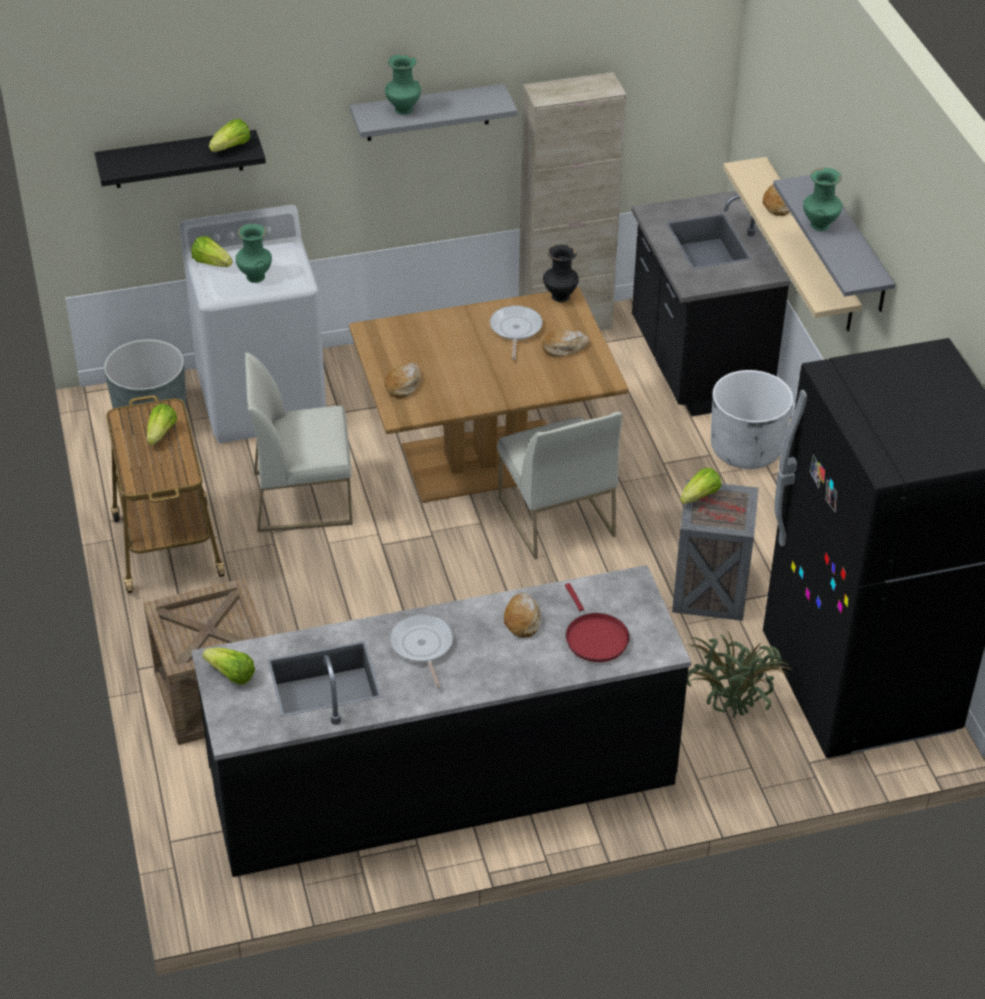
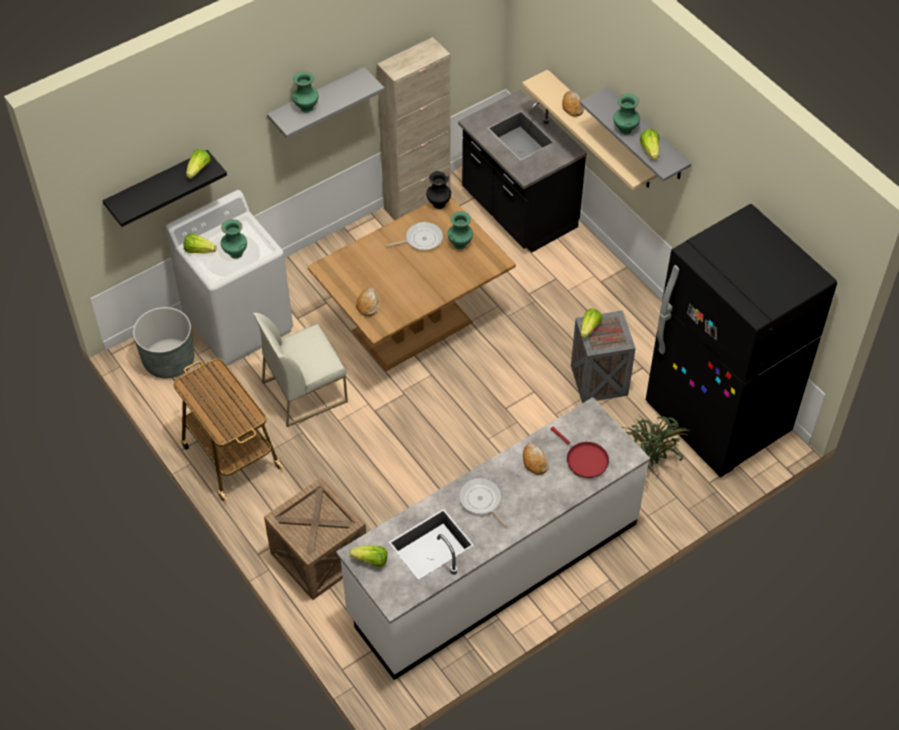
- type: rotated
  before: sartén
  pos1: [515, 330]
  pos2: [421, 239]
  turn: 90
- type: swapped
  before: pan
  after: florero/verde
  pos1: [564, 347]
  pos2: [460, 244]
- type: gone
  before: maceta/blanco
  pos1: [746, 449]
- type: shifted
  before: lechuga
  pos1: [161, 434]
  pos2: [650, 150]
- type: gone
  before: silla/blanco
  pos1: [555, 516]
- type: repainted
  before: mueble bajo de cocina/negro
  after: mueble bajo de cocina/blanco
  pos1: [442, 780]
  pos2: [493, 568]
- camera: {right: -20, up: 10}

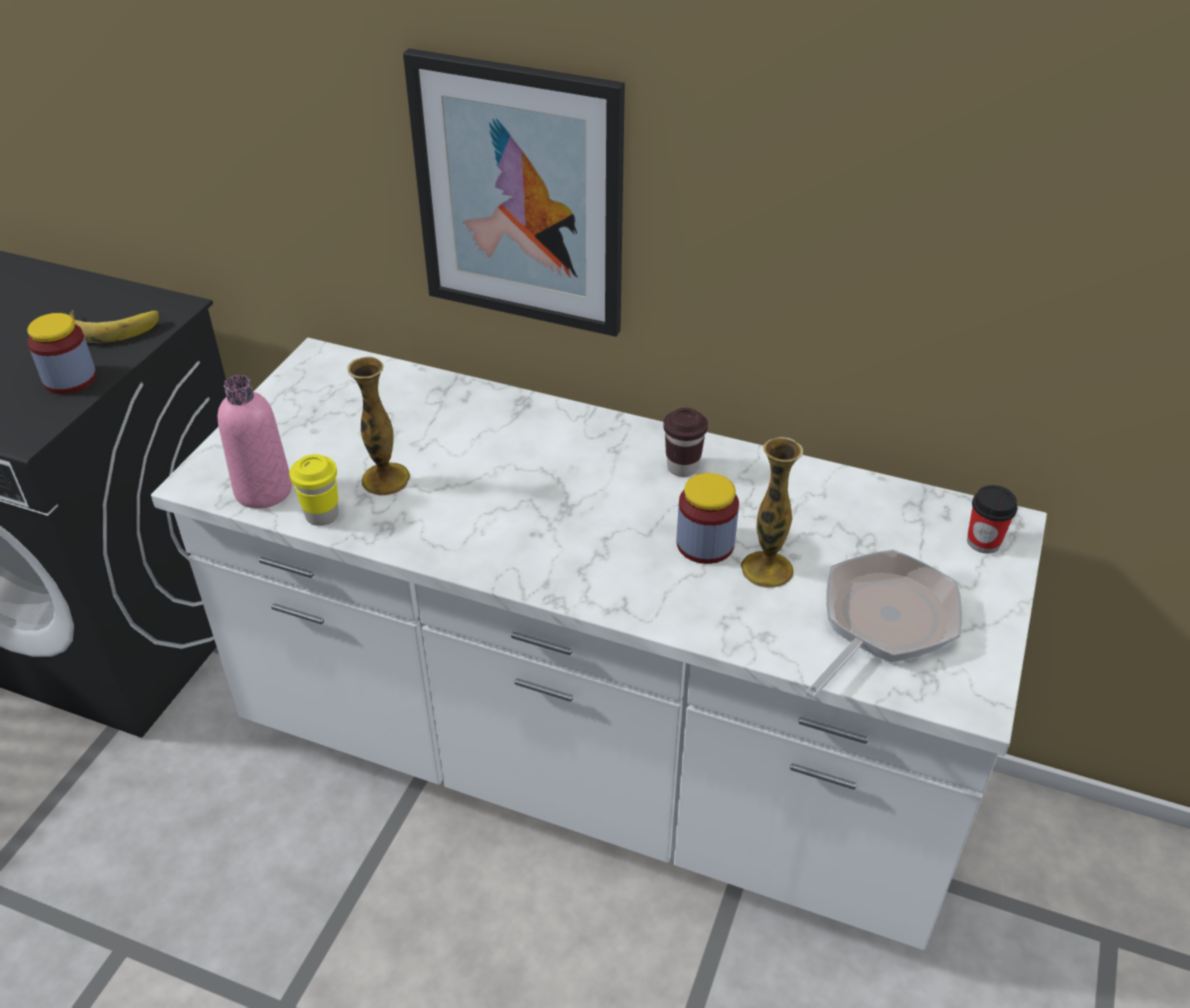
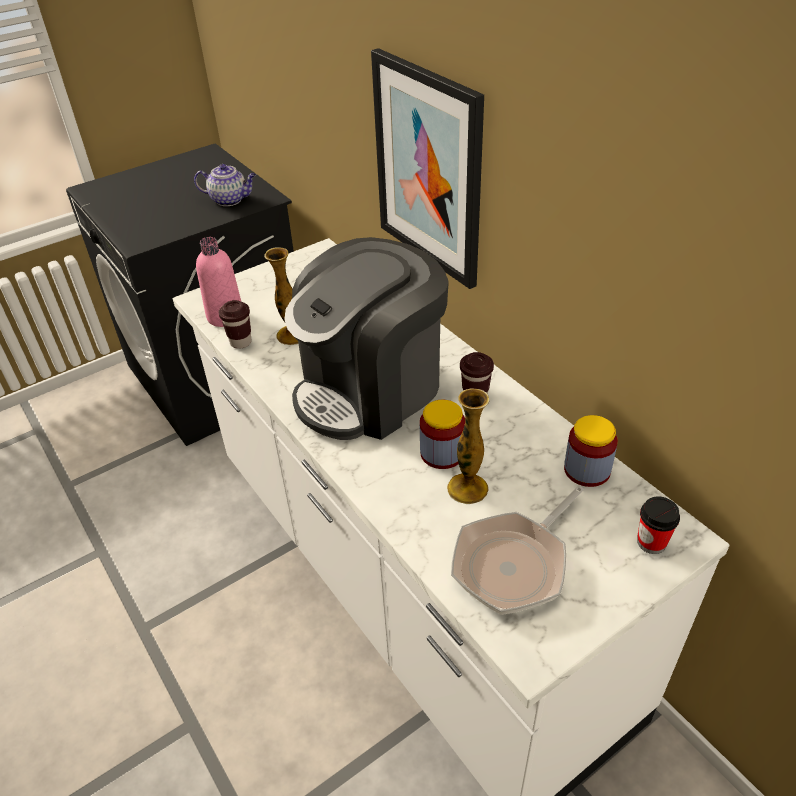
- type: swapped
  before: plátano
  after: tetera
  pos1: [113, 326]
  pos2: [230, 200]
- type: shifted
  before: tarro
  pos1: [70, 379]
  pos2: [587, 470]
- type: repainted
  before: taza/amarillo
  after: taza/marrón
  pos1: [322, 515]
  pos2: [240, 342]
- type: rotated
  before: sartén
  pos1: [882, 623]
  pos2: [515, 563]
  turn: 150
- type: new
  after: cafetera
  pos2: [370, 390]
- camera: {right: 35, up: 0}

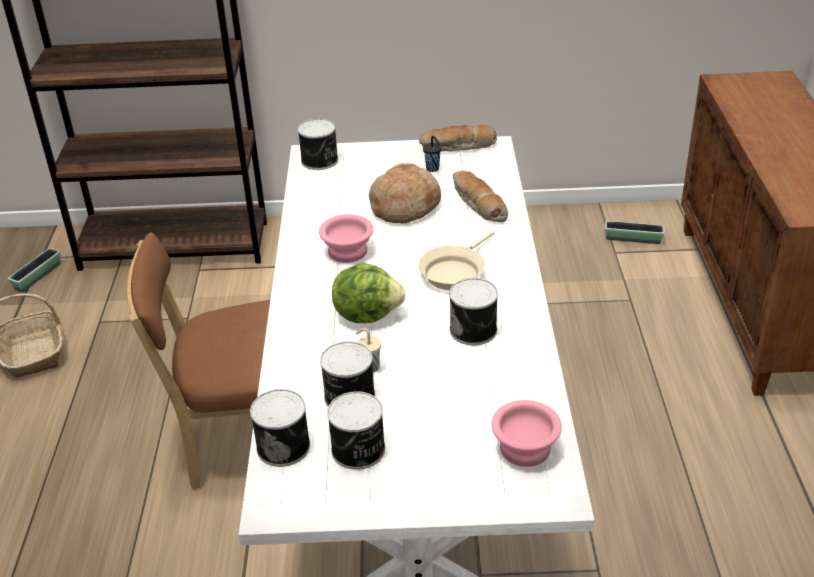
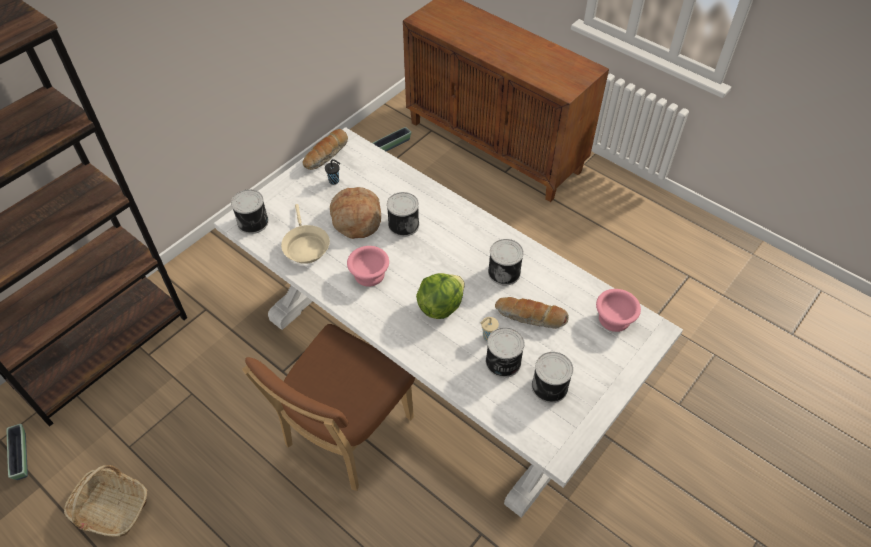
- type: shifted
  before: pan
  pos1: [477, 204]
  pos2: [530, 317]
- type: shifted
  before: sartén/beis
  pos1: [454, 272]
  pos2: [305, 246]
- type: shifted
  before: lata
  pos1: [284, 446]
  pos2: [403, 224]
- camera: {right: -50, up: 15}

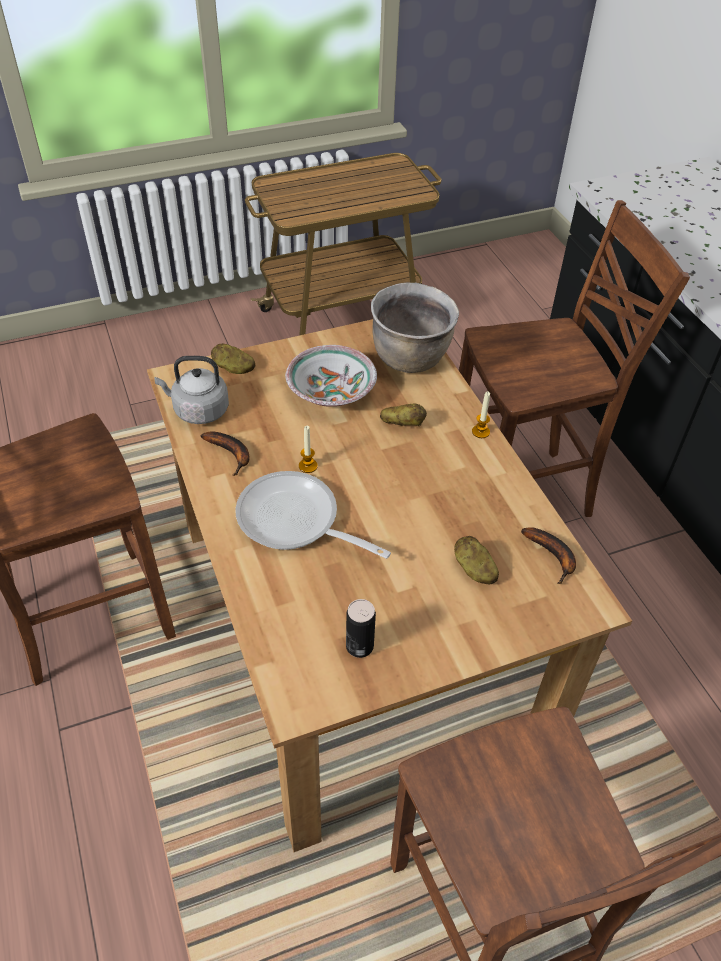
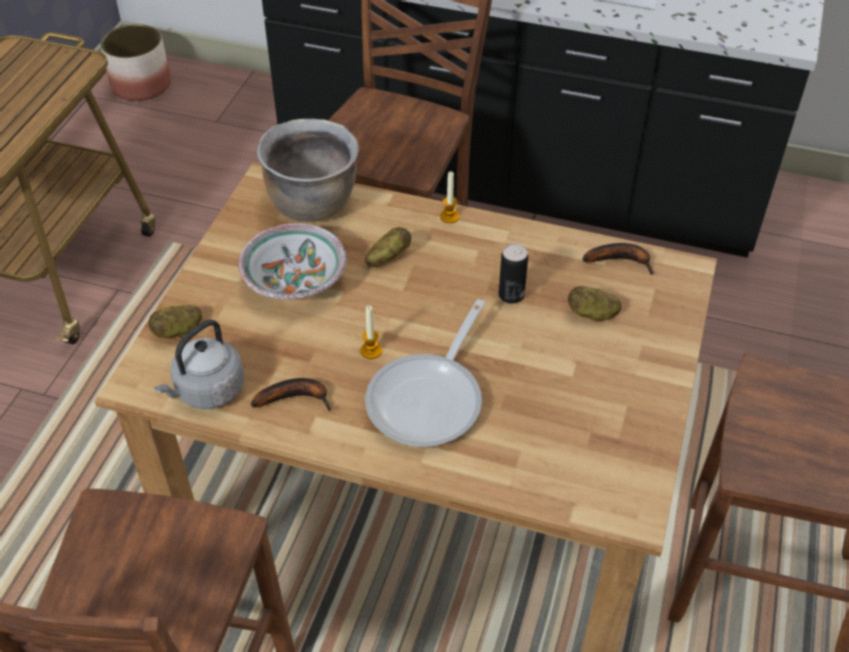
- type: rotated
  before: sartén
  pos1: [295, 522]
  pos2: [430, 398]
  turn: -45
- type: shifted
  before: lata
  pos1: [359, 646]
  pos2: [511, 295]
- type: new
  after: maceta
  pos2: [142, 86]
- camera: {right: -50, up: 0}

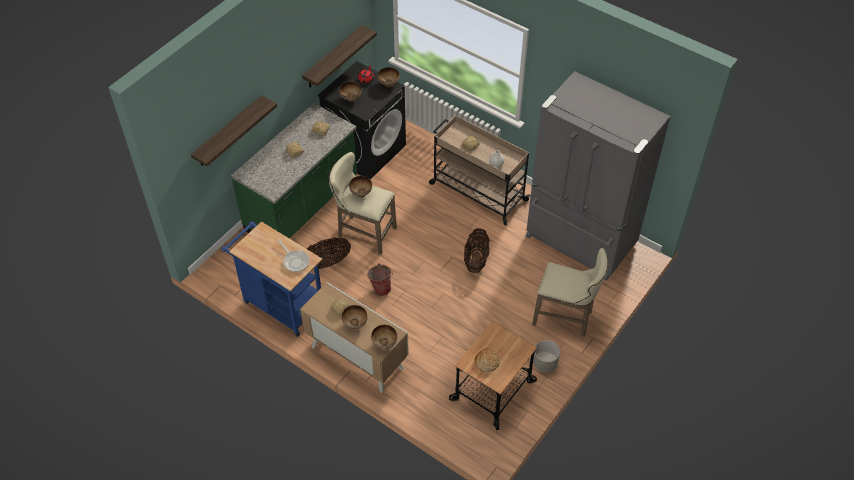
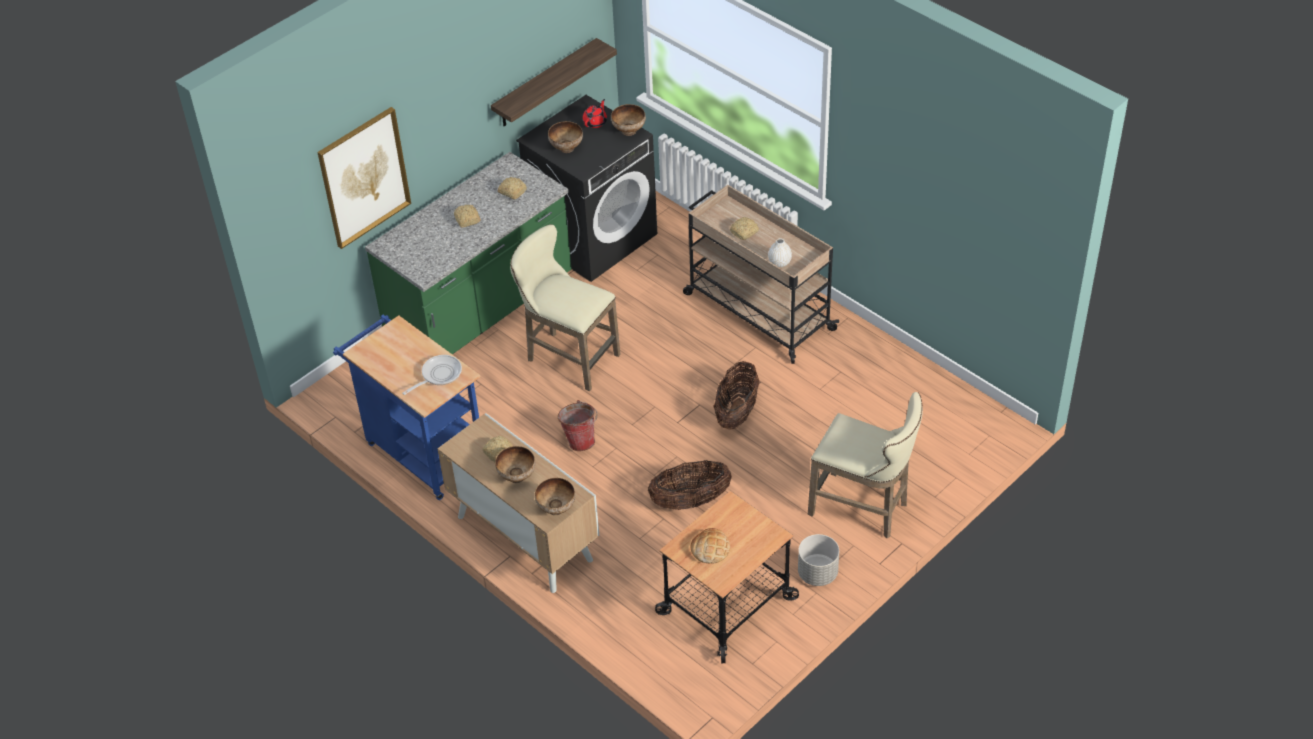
- type: gone
  before: nevera/gris
  pos1: [580, 241]
- type: swapped
  before: estante
  after: cuadro
  pos1: [228, 132]
  pos2: [364, 177]
- type: gone
  before: cuenco
  pos1: [361, 193]
- type: shifted
  before: cesta
  pos1: [327, 262]
  pos2: [690, 501]
- type: rotated
  before: sartén
  pos1: [295, 261]
  pos2: [438, 375]
  turn: -105
- camera: {right: 10, up: -5}

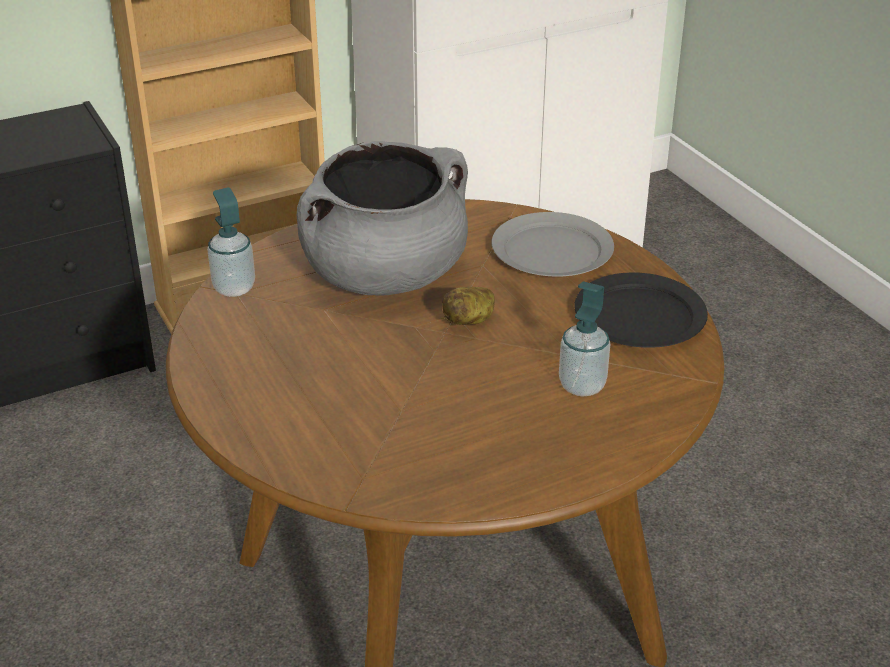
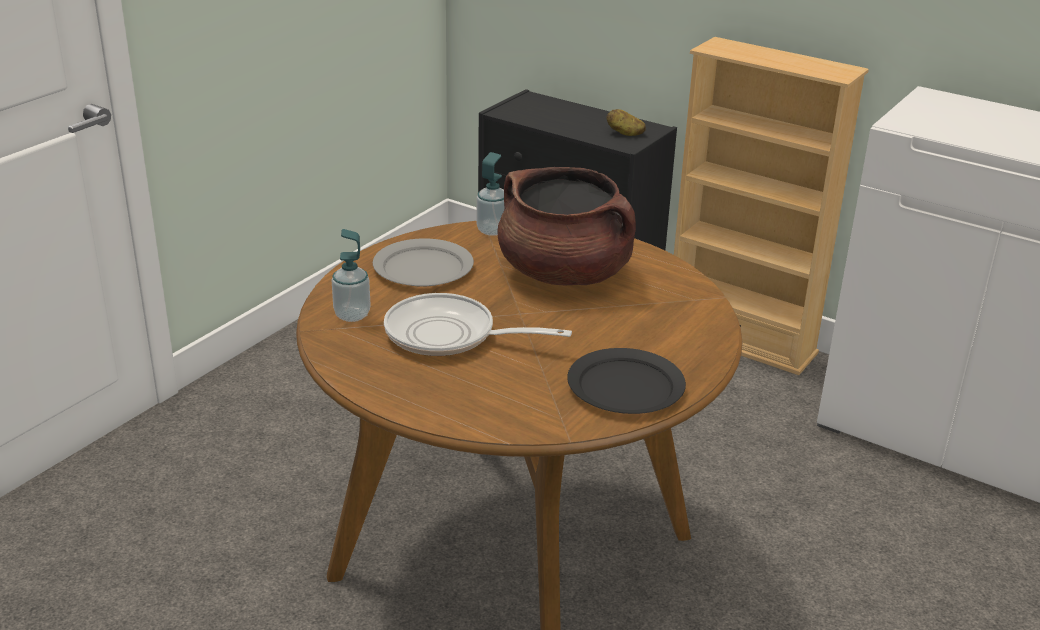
- type: repainted
  before: olla/gris
  after: olla/marrón
  pos1: [385, 275]
  pos2: [565, 274]
- type: shifted
  before: plato/gris
  pos1: [552, 251]
  pos2: [422, 268]
- type: shifted
  before: dispensador de jabón
  pos1: [582, 386]
  pos2: [352, 315]
- type: shifted
  before: patata
  pos1: [470, 320]
  pos2: [625, 133]
- type: new
  after: sartén
  pos2: [449, 336]
- camera: {right: 60, up: -5}

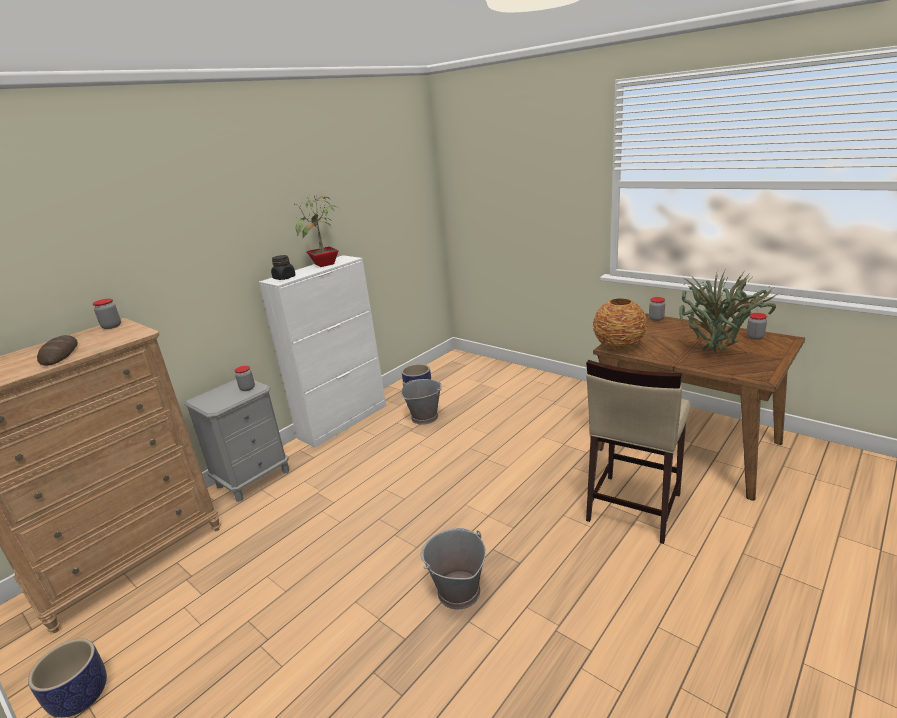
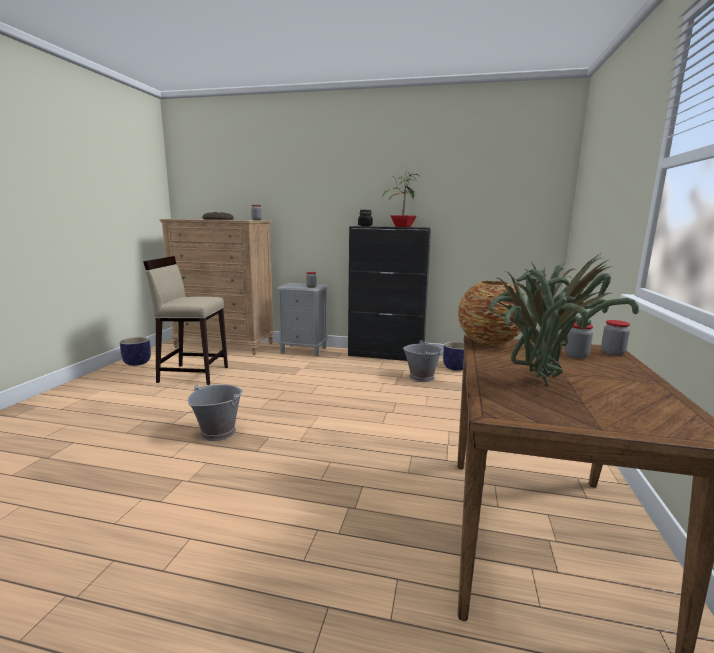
- type: repainted
  before: armario/blanco
  after: armario/negro
  pos1: [344, 421]
  pos2: [386, 355]
- type: shifted
  before: tarro
  pos1: [754, 337]
  pos2: [576, 355]
- type: shifted
  before: taburete/beis
  pos1: [632, 507]
  pos2: [193, 374]
- camera: {right: 60, up: -10}

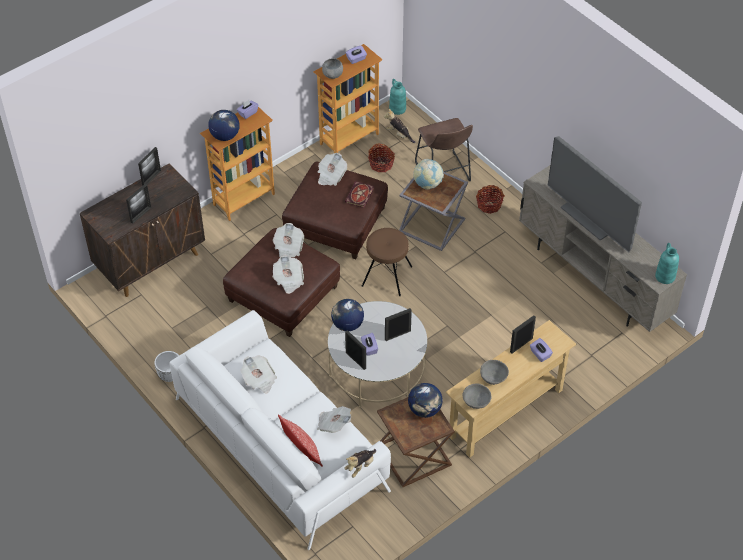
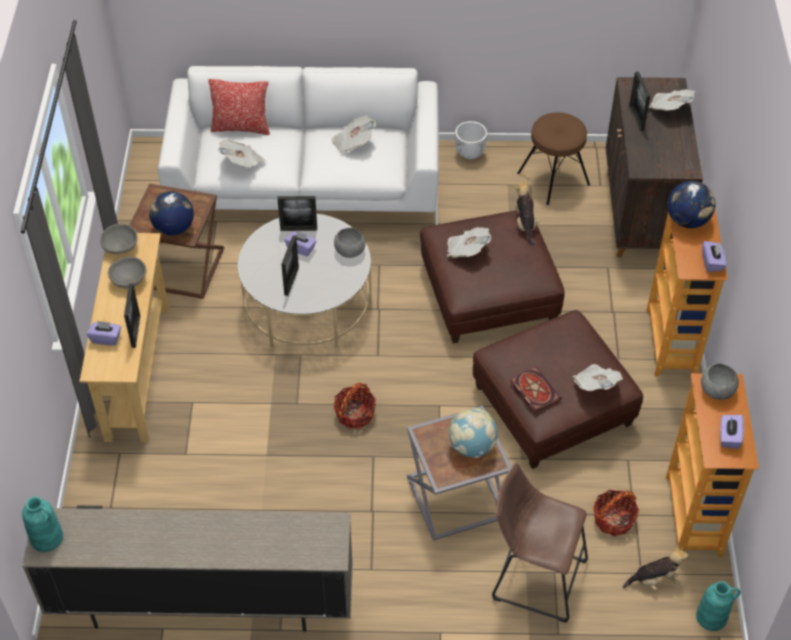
- type: gone
  before: televisor
  pos1: [590, 217]
- type: gone
  before: portarretratos
  pos1: [151, 178]
- type: shifted
  before: cesta
  pos1: [489, 205]
  pos2: [355, 414]
- type: shifted
  before: periódico
  pos1: [288, 248]
  pos2: [669, 108]
- type: shifted
  before: taburete/marrón
  pos1: [387, 276]
  pos2: [553, 179]
- type: swapped
  before: globo terráqueo
  after: cuenco/gris
  pos1: [347, 325]
  pos2: [350, 250]
- type: shifted
  before: peluche
  pos1: [360, 466]
  pos2: [525, 224]
- camera: {right: 130, up: 0}

